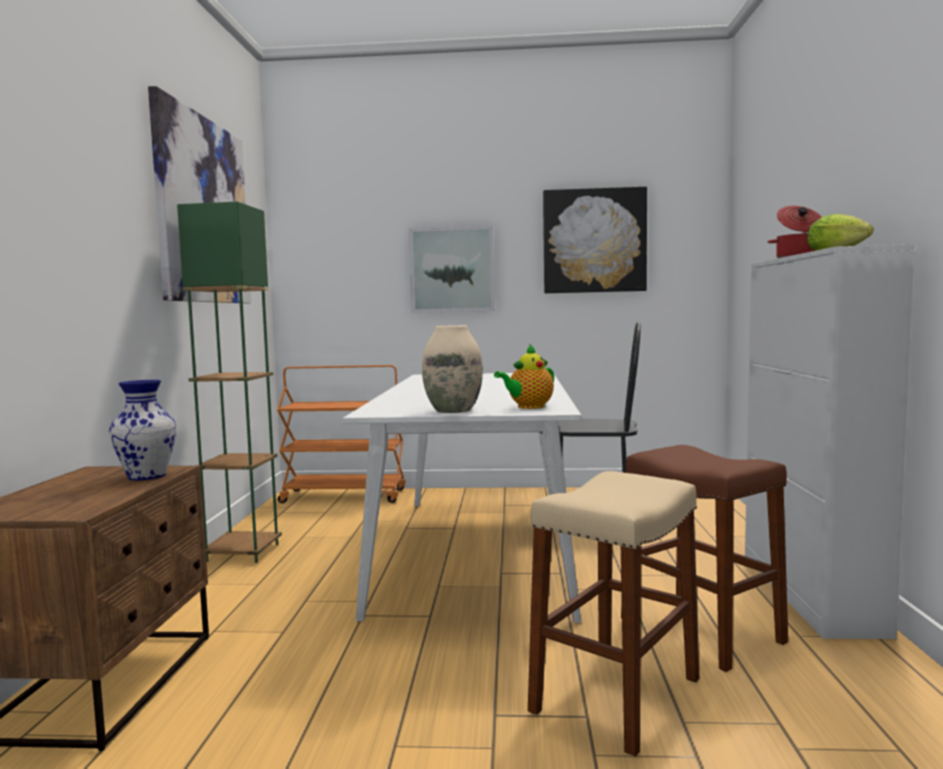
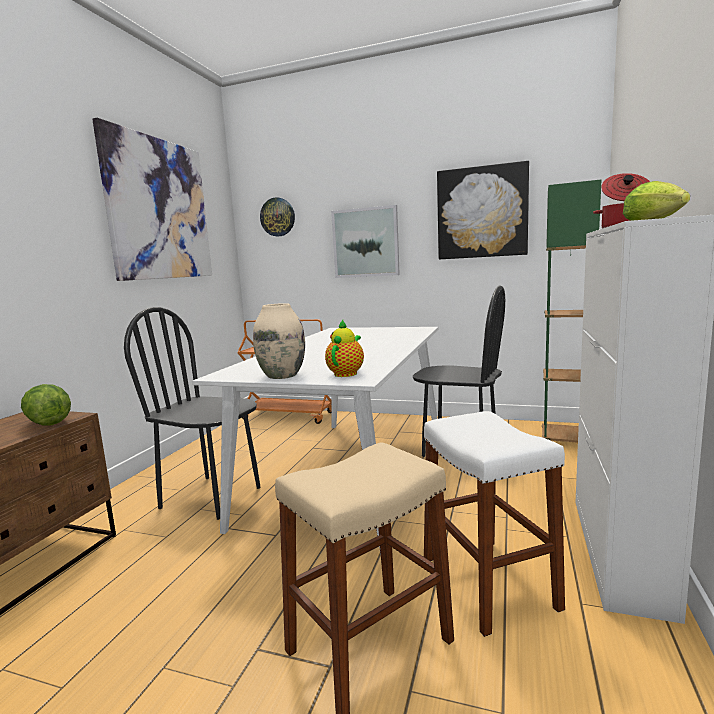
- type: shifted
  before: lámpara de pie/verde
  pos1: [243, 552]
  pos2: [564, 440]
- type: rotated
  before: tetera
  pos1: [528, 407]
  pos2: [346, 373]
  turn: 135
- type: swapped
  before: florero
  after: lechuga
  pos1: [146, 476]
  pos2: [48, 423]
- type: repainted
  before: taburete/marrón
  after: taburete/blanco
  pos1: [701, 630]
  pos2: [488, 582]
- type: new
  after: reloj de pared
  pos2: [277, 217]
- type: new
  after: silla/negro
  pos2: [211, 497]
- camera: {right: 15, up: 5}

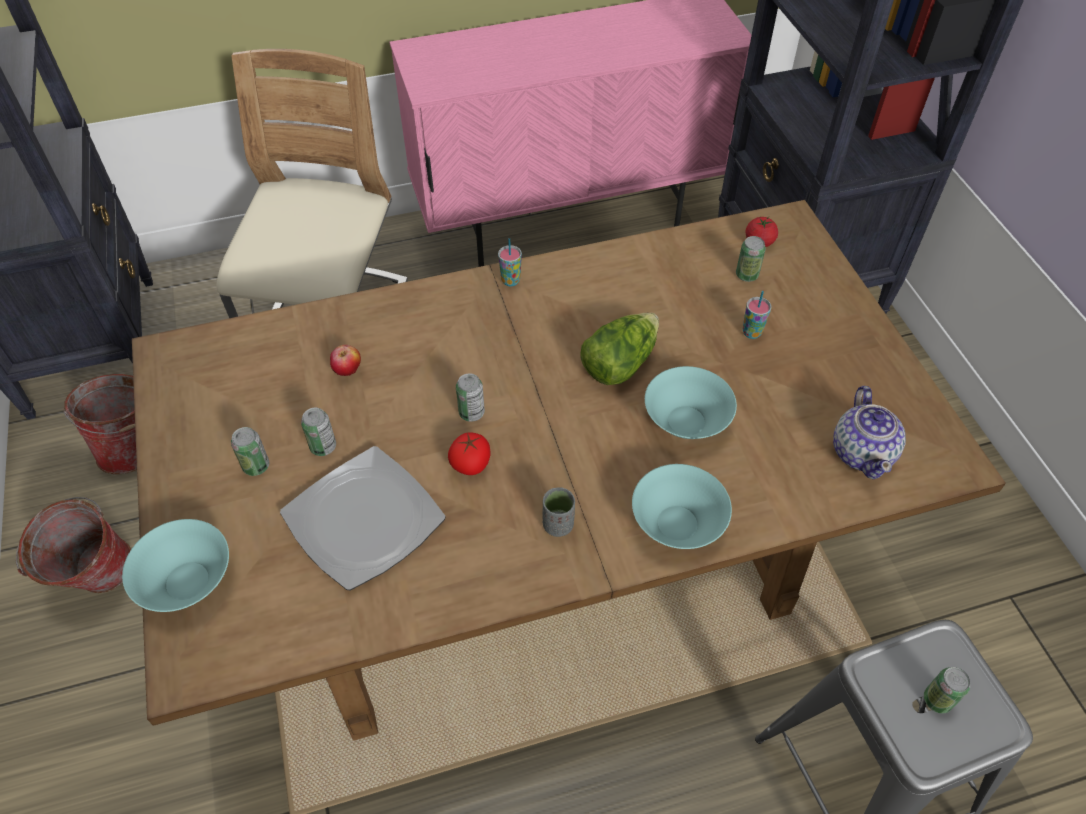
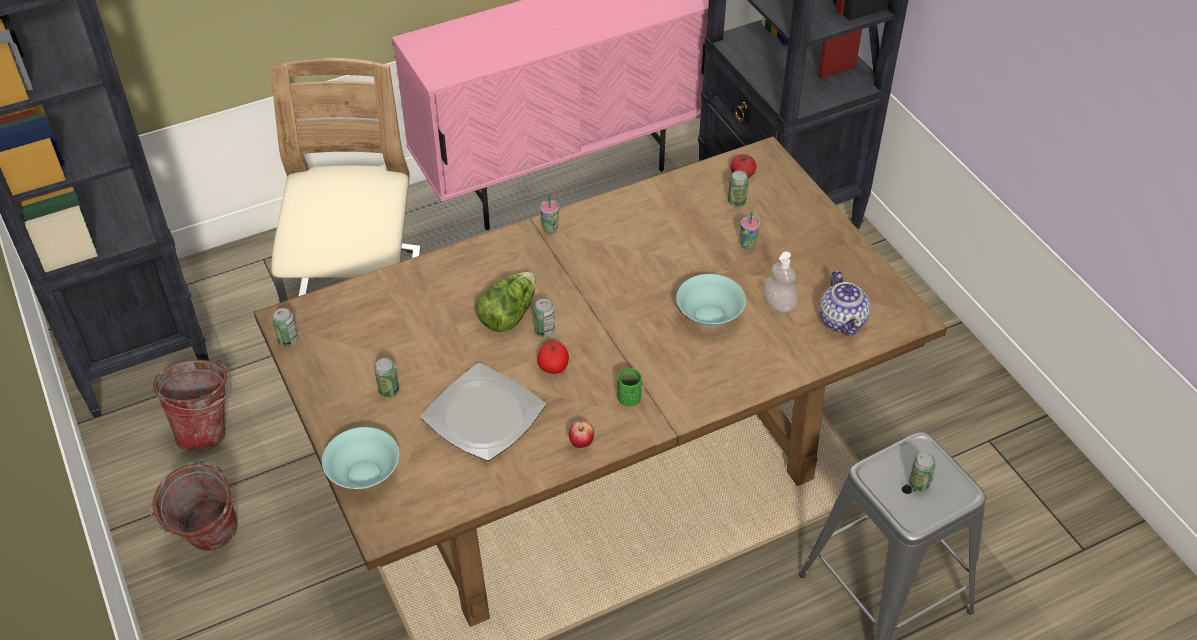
- type: shifted
  before: lechuga
  pos1: [619, 362]
  pos2: [508, 314]
- type: shifted
  before: manzana
  pos1: [348, 372]
  pos2: [581, 444]
- type: shifted
  before: lata
  pos1: [323, 446]
  pos2: [288, 340]
- type: gone
  before: cuenco/turquesa
  pos1: [678, 524]
- type: repainted
  before: taza/gris
  after: taza/verde
  pos1: [558, 524]
  pos2: [629, 399]
- type: new
  after: dispensador de jabón
  pos2: [779, 304]
- camera: {right: -10, up: -5}

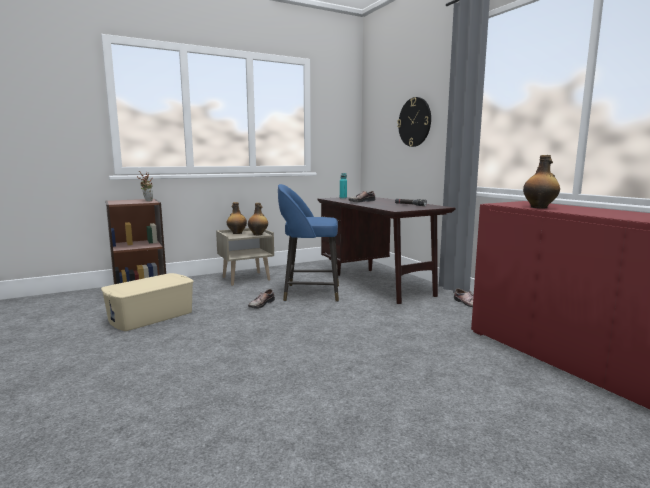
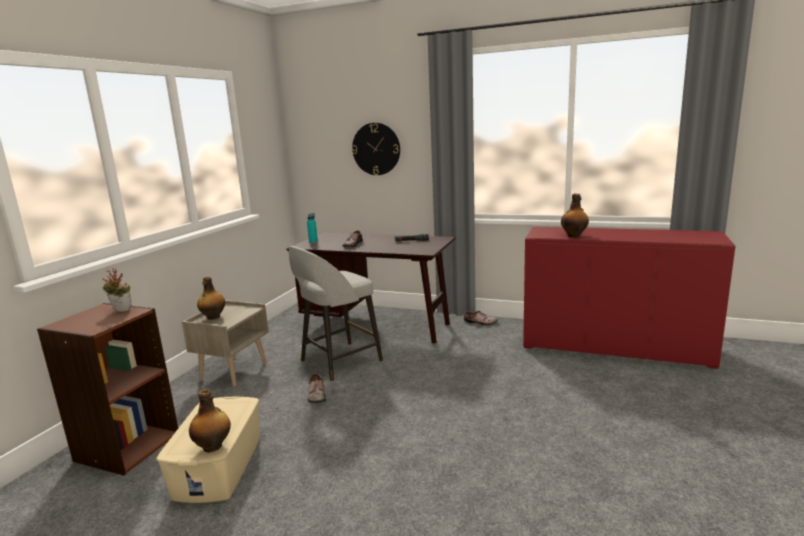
- type: repainted
  before: taburete/azul
  after: taburete/gris
  pos1: [310, 293]
  pos2: [339, 361]
- type: shifted
  before: botella
  pos1: [258, 234]
  pos2: [213, 446]
- camera: {right: -40, up: 5}

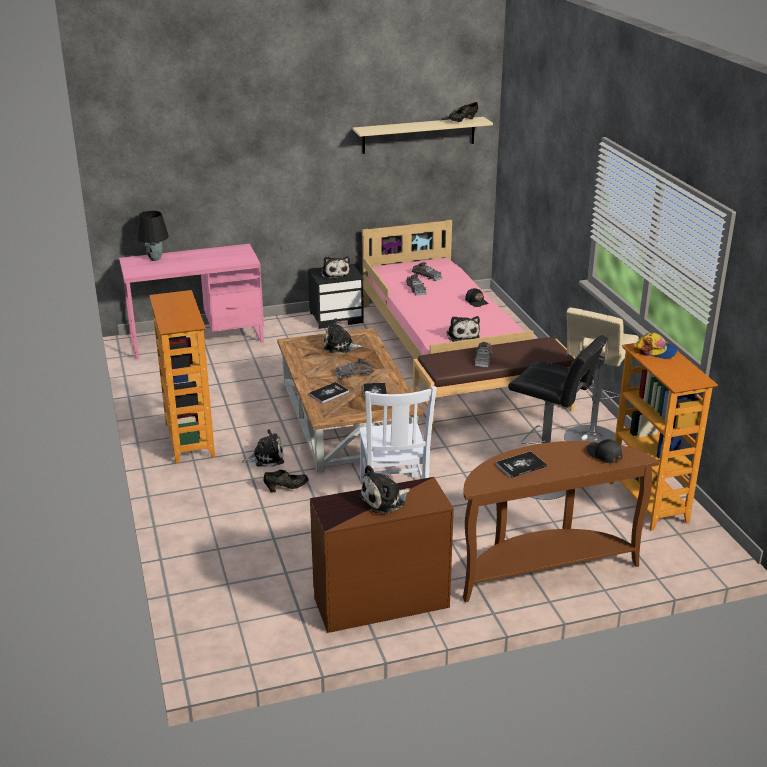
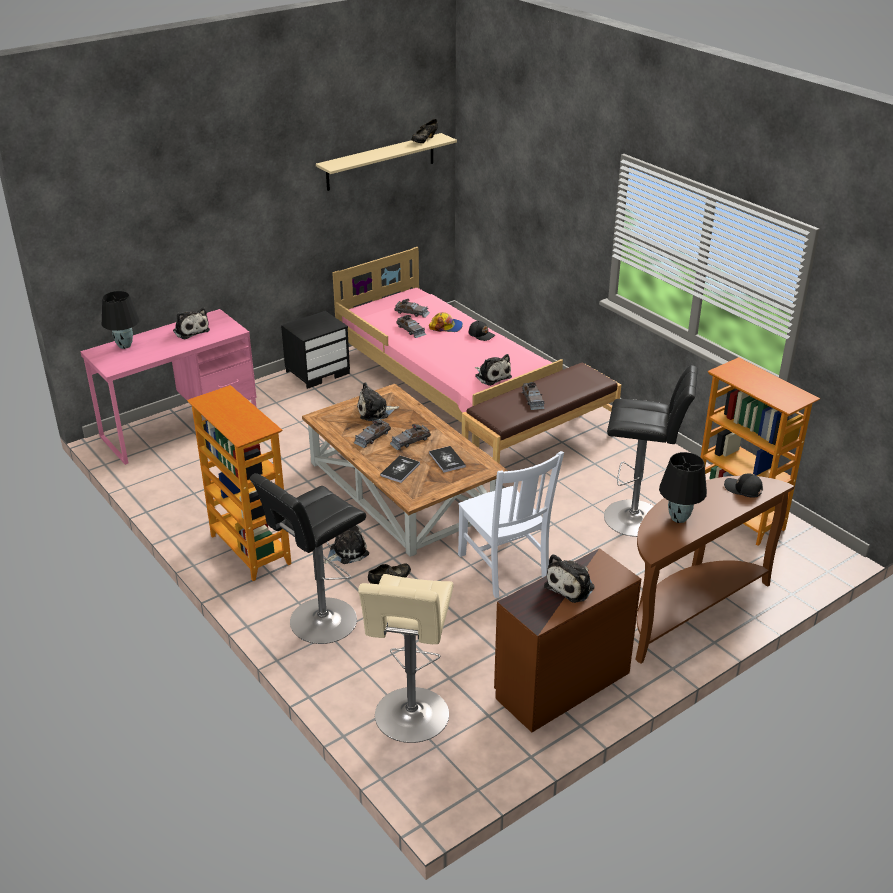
- type: shifted
  before: peluche
  pos1: [335, 274]
  pos2: [190, 330]
- type: shifted
  before: taburete/beis
  pos1: [590, 441]
  pos2: [411, 719]
- type: shifted
  before: gorra
  pos1: [655, 351]
  pos2: [446, 327]
- type: swapped
  before: libro
  after: lámpara de mesa/negro
  pos1: [521, 465]
  pos2: [678, 518]
- type: new
  after: coche de juguete/gris
  pos2: [372, 437]
- type: new
  after: taburete/negro
  pos2: [319, 623]
- camera: {right: -20, up: 5}

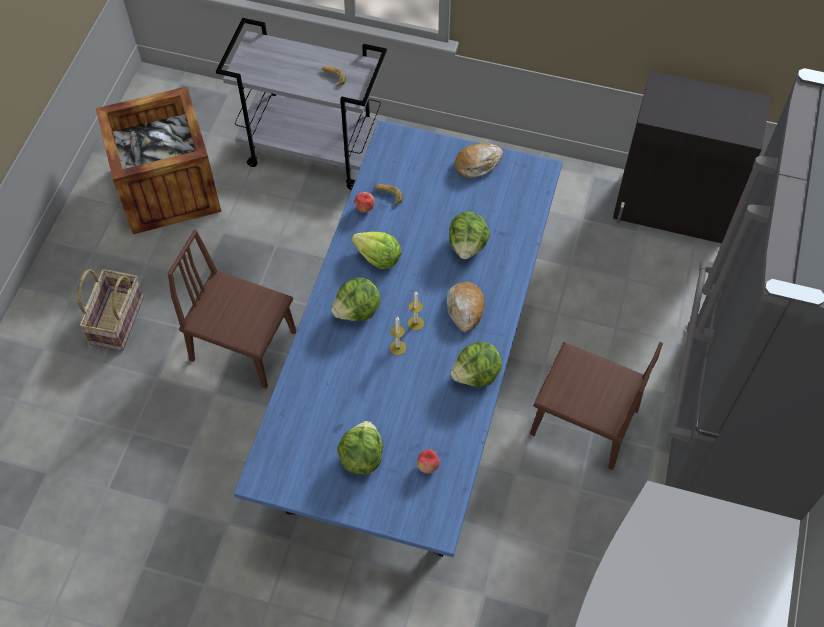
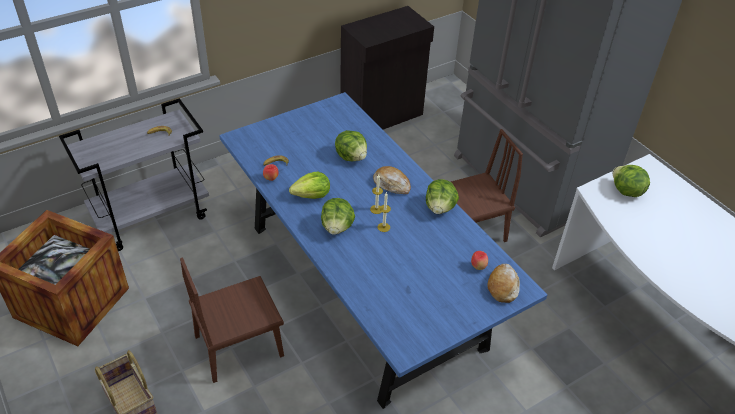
- type: shifted
  before: pan
  pos1: [477, 163]
  pos2: [503, 286]
- type: shifted
  before: lechuga
  pos1: [361, 457]
  pos2: [626, 191]
- camera: {right: -50, up: -15}

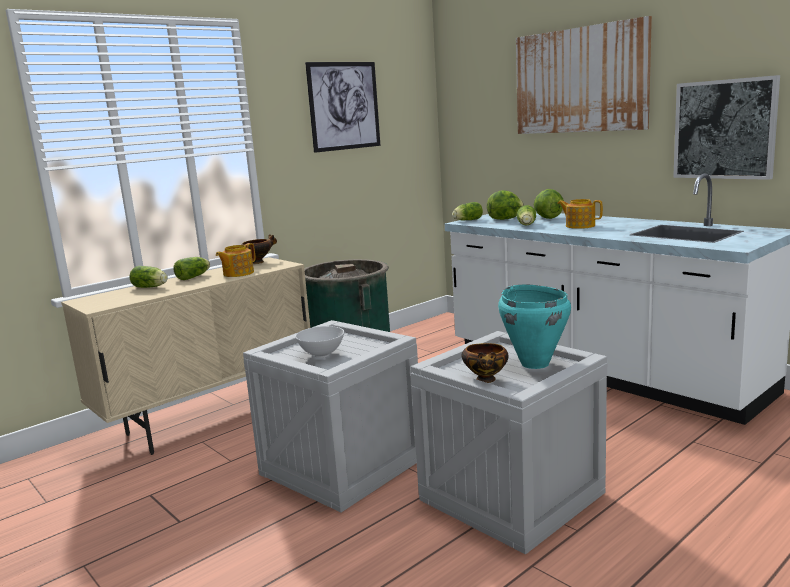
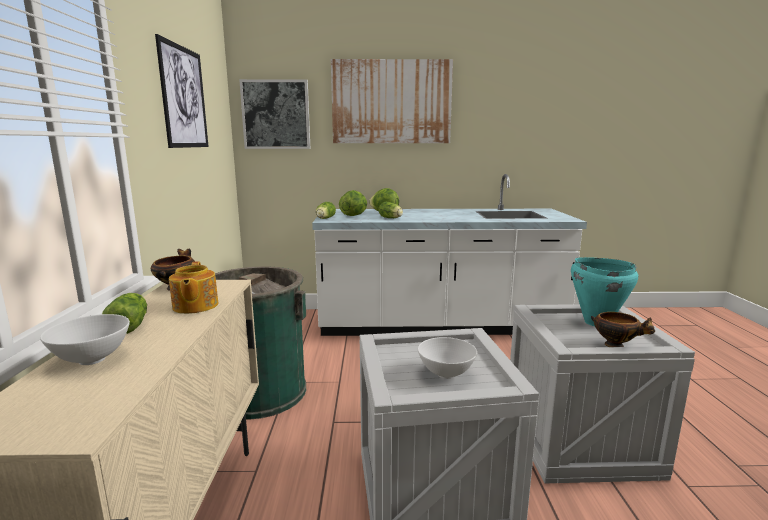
- type: shifted
  before: cuadro
  pos1: [724, 129]
  pos2: [276, 115]
- type: gone
  before: tetera
  pos1: [579, 226]
- type: swapped
  before: lechuga
  after: cuenco/blanco
  pos1: [151, 287]
  pos2: [92, 359]
- camera: {right: -50, up: 0}

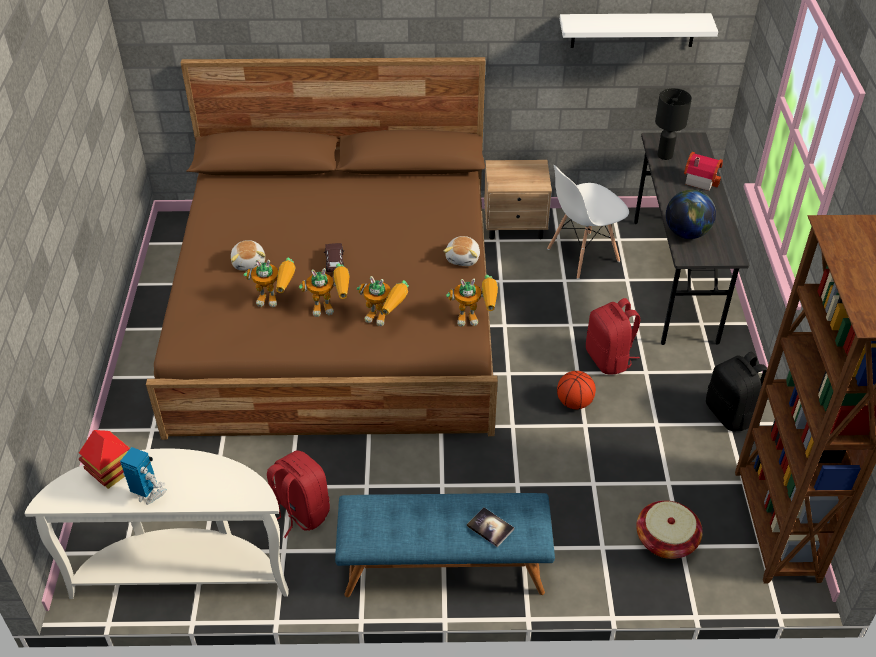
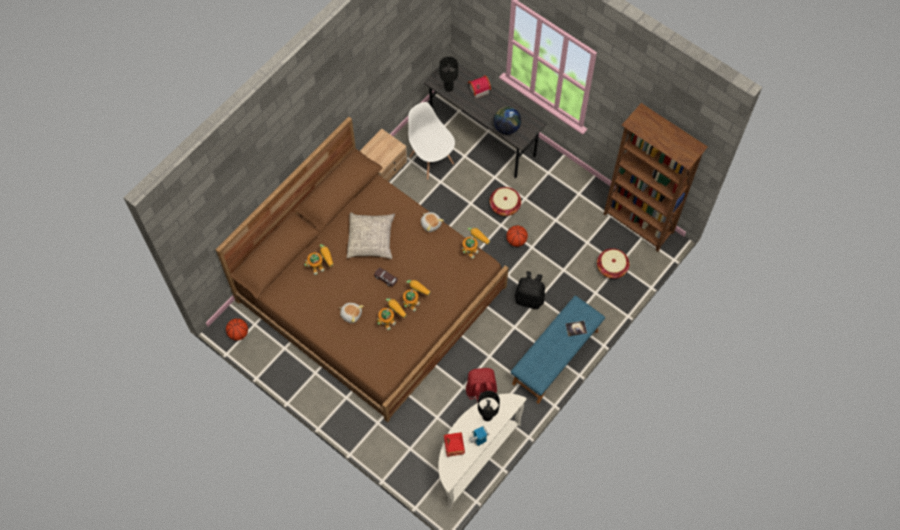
- type: gone
  before: estante/blanco
  pos1: [633, 30]
- type: rotated
  before: silla/blanco
  pos1: [582, 255]
  pos2: [431, 160]
  turn: 135
- type: shifted
  before: robot de juguete
  pos1: [385, 319]
  pos2: [321, 266]
- type: swapped
  before: mochila/rojo
  after: cesta
  pos1: [609, 359]
  pos2: [505, 206]
- type: shifted
  before: mochila/negro
  pos1: [731, 414]
  pos2: [529, 298]
- type: new
  after: cojín/gris
  pos2: [371, 239]
- type: new
  after: balón de baloncesto
  pos2: [238, 333]
- type: new
  after: lámpara de mesa/negro
  pos2: [488, 416]
- camera: {right: -50, up: 20}

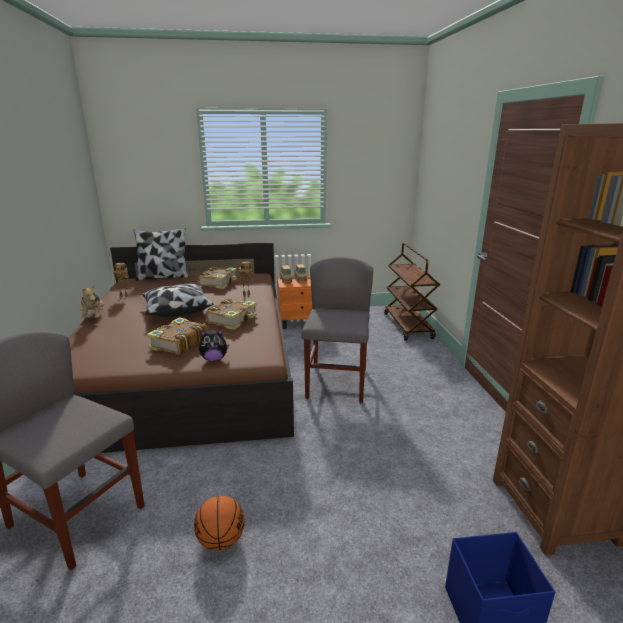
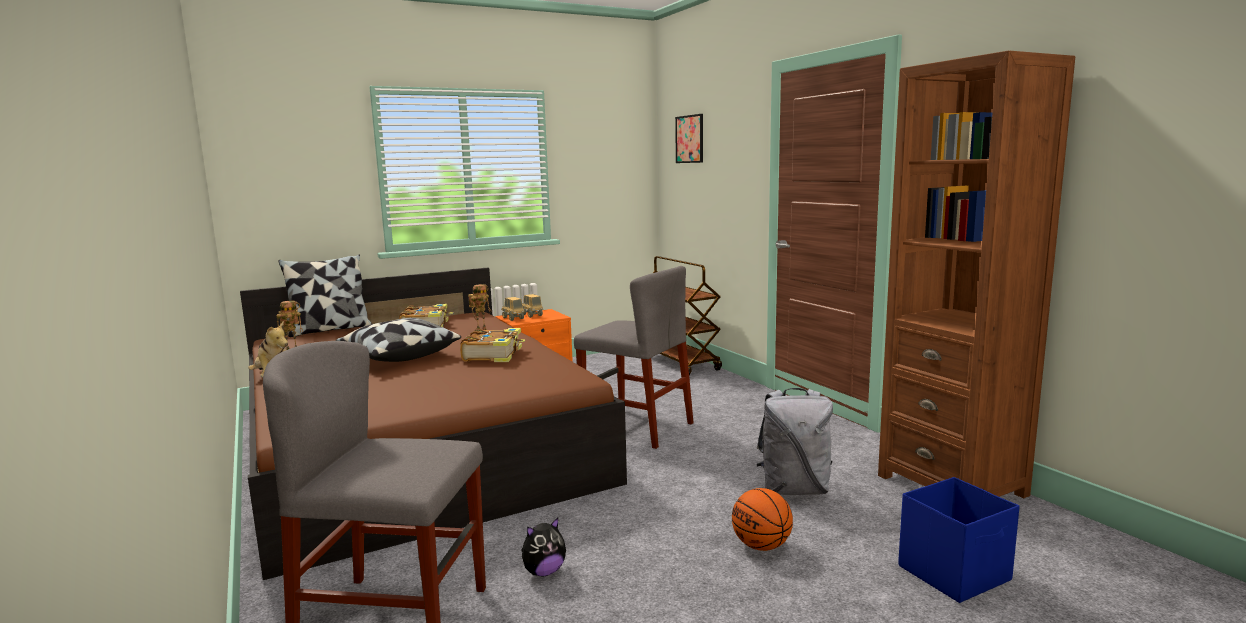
- type: rotated
  before: silla/gris
  pos1: [336, 383]
  pos2: [637, 427]
  turn: 135
- type: gone
  before: libro
  pos1: [178, 344]
- type: shifted
  before: peluche
  pos1: [214, 359]
  pos2: [544, 572]
- type: shifted
  before: balón de baloncesto
  pos1: [221, 540]
  pos2: [761, 546]
- type: new
  after: cuadro
  pos2: [689, 139]
- type: new
  after: mochila/gris
  pos2: [794, 489]
- camera: {right: -20, up: -10}

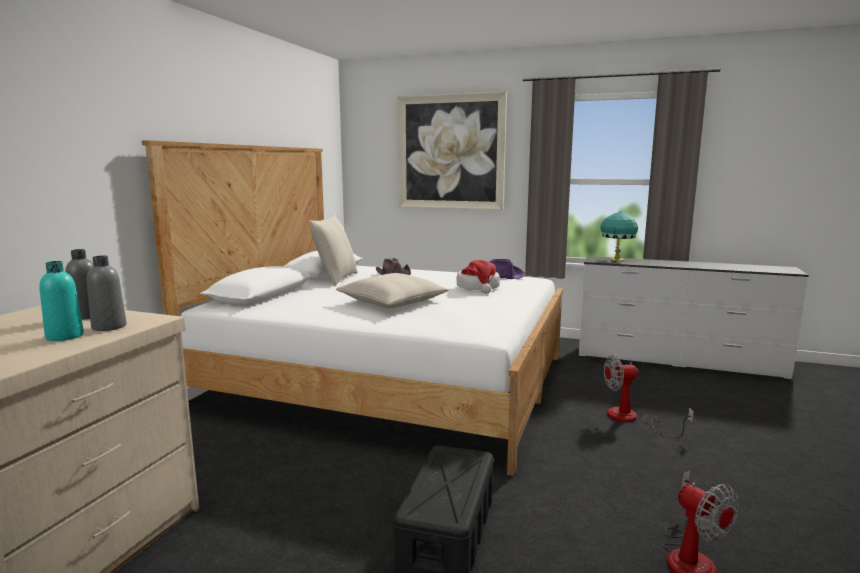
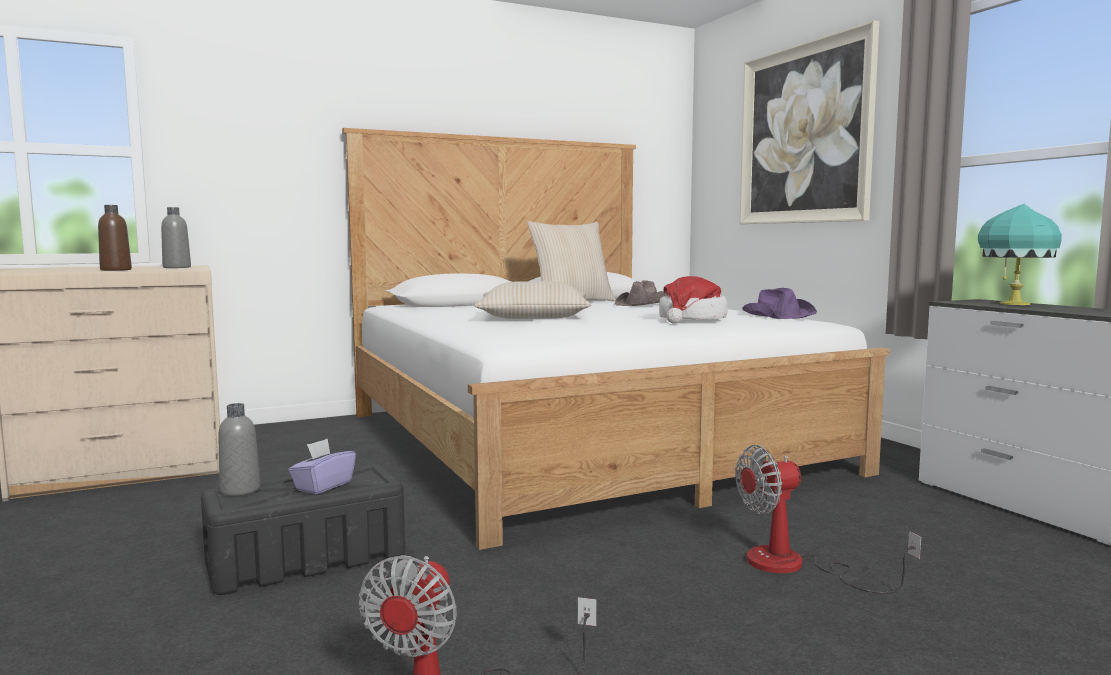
- type: shifted
  before: botella/gris
  pos1: [109, 327]
  pos2: [240, 490]
- type: repainted
  before: botella/turquesa
  after: botella/marrón
  pos1: [65, 336]
  pos2: [116, 270]
- type: rotated
  before: ventilador
  pos1: [631, 419]
  pos2: [795, 566]
  turn: -60
- type: new
  after: caja de pañuelos/morado
  pos2: [323, 486]
- camera: {right: 45, up: -5}

